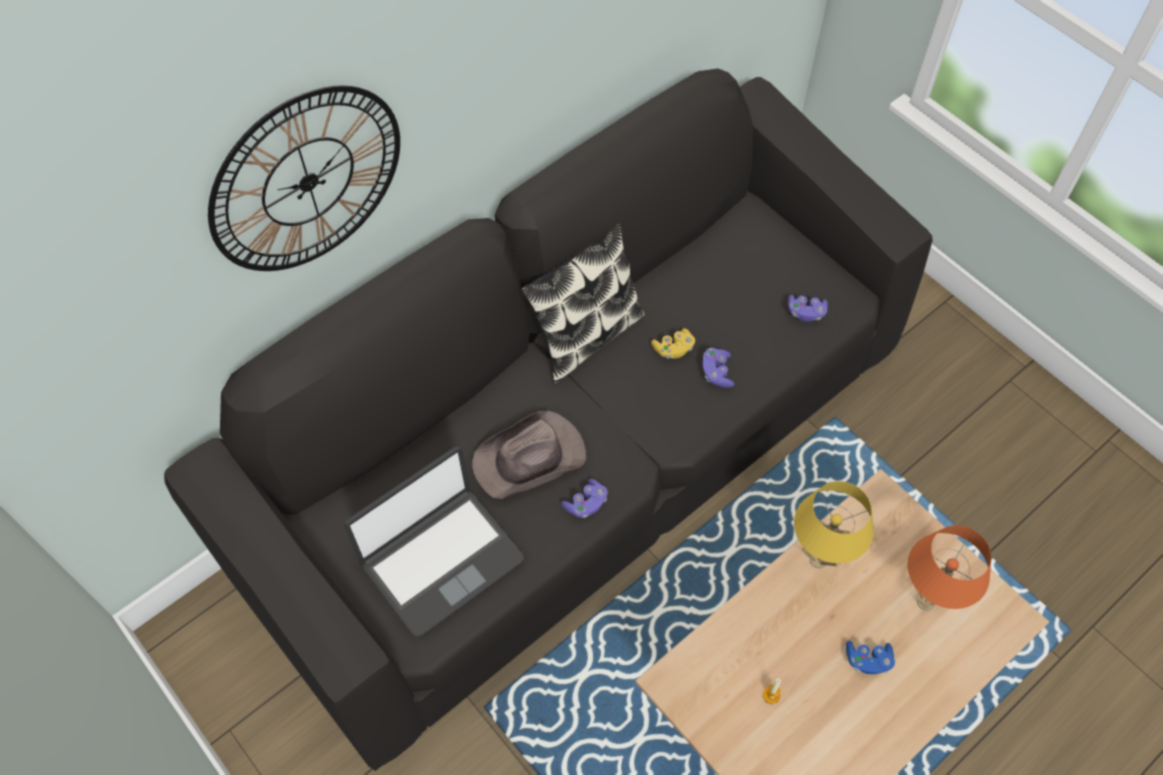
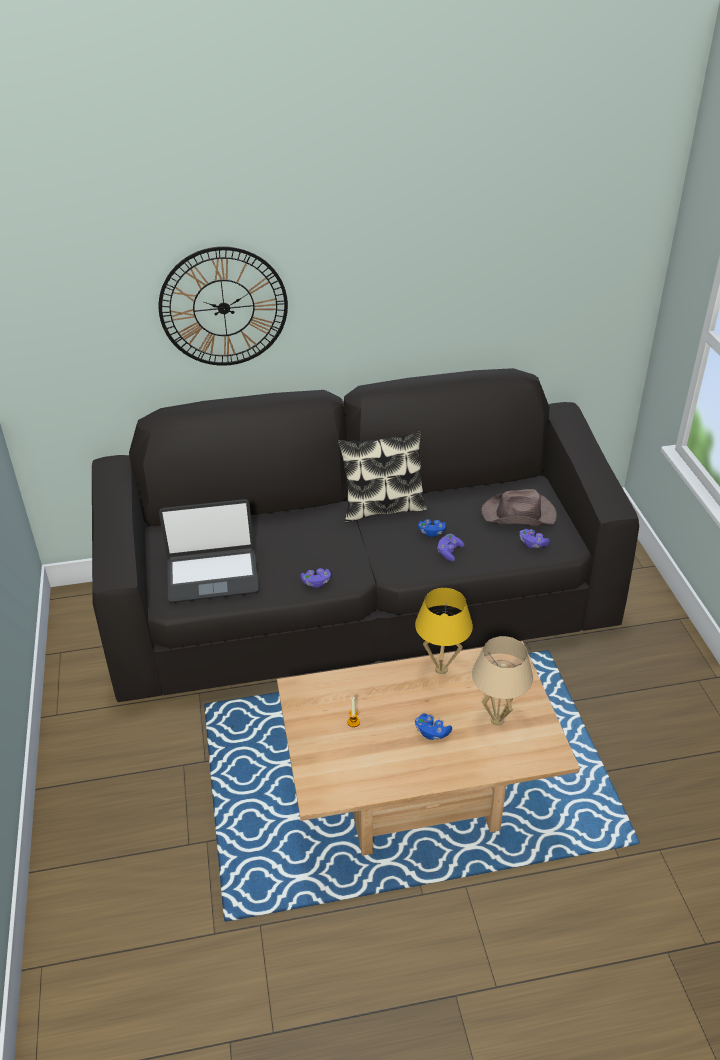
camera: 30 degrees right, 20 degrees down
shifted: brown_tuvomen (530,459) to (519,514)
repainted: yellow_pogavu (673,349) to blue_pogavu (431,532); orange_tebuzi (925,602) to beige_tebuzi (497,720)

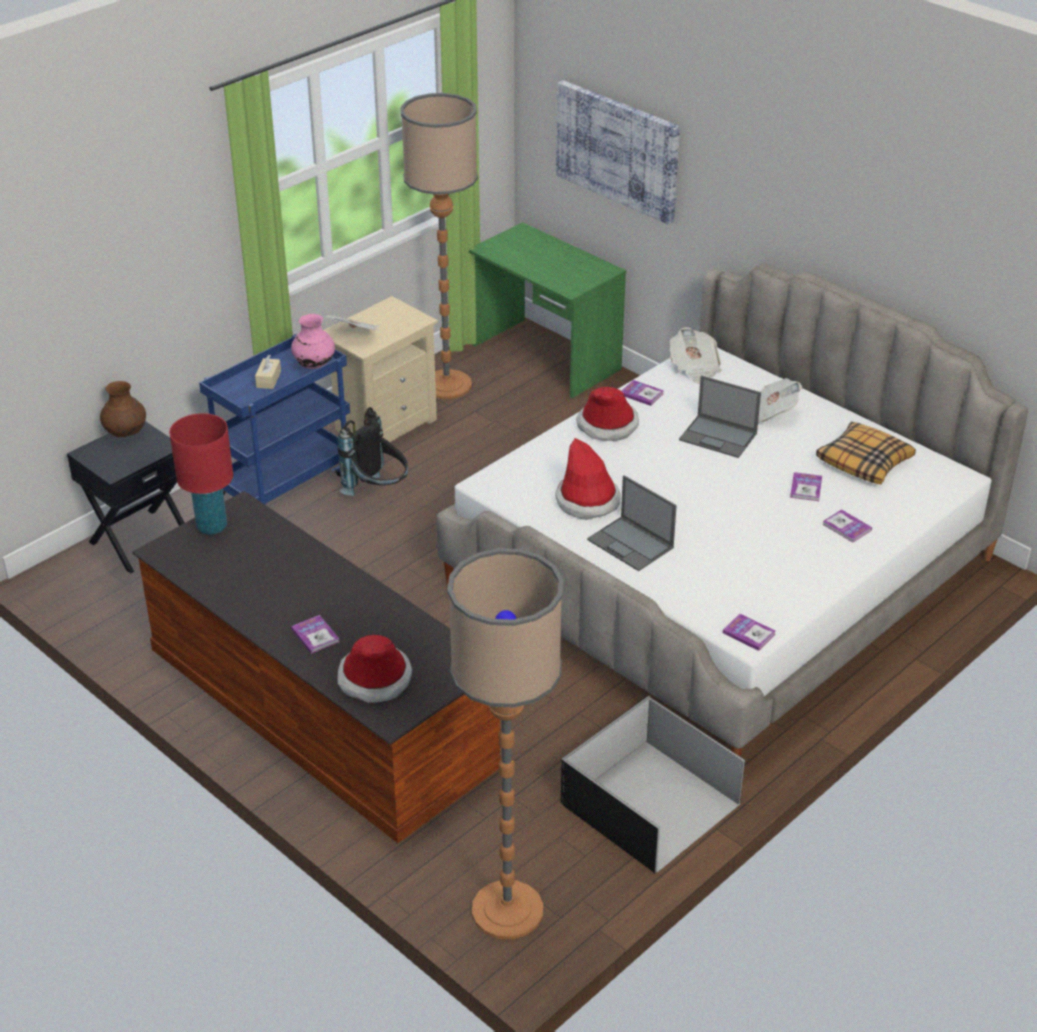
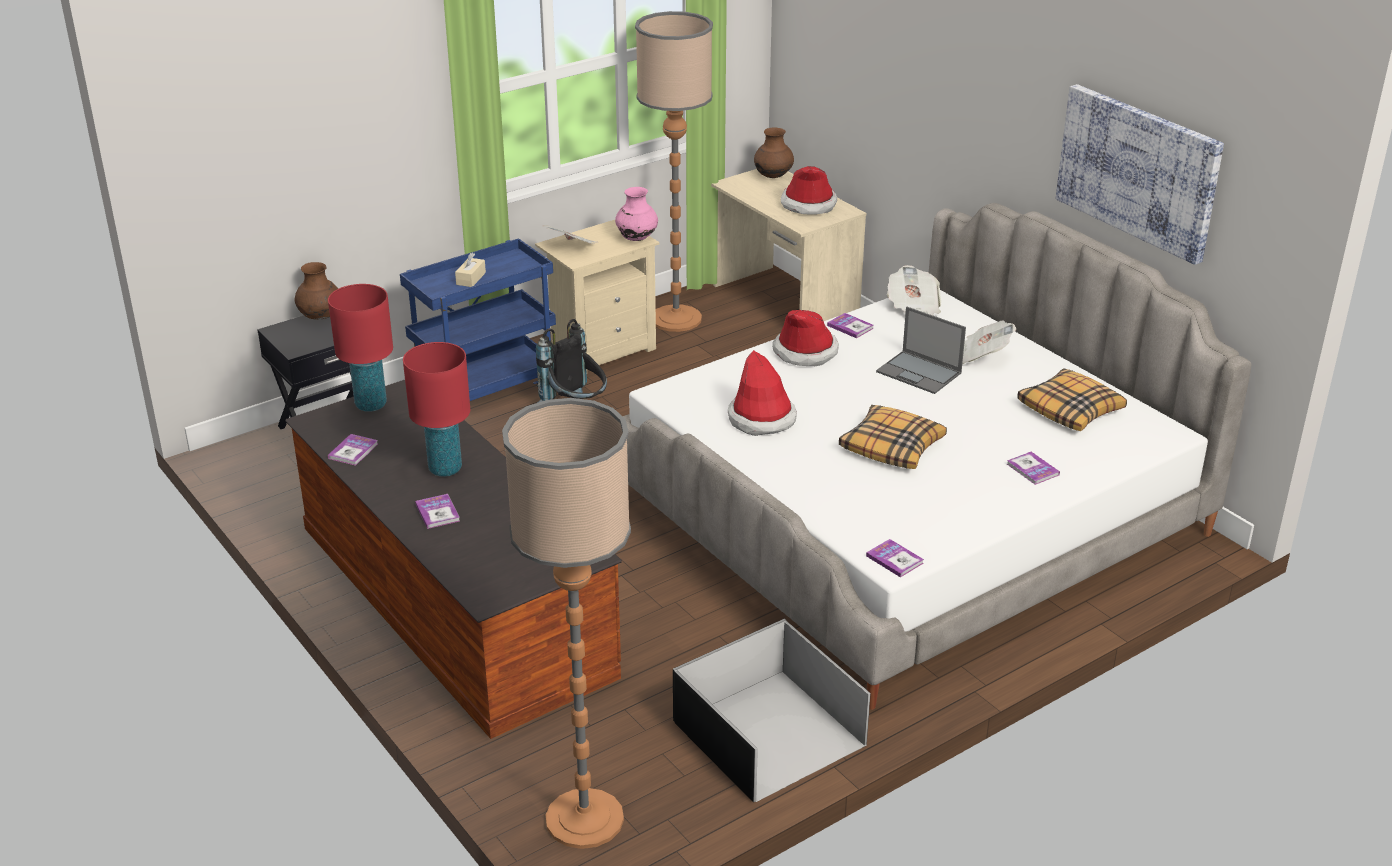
camera: 10 degrees right, 5 degrees down
gone: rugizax (631,544)
new: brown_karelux (773,176); red_tebuzi (445,469); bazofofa (892,447)
shifted: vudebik (618,150) to (1139,171); pink_karelux (314,365) to (636,238); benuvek (806,488) to (353,451); tuvomen (375,679) to (808,204)
repainted: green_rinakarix (545,358) to beige_rinakarix (783,303)

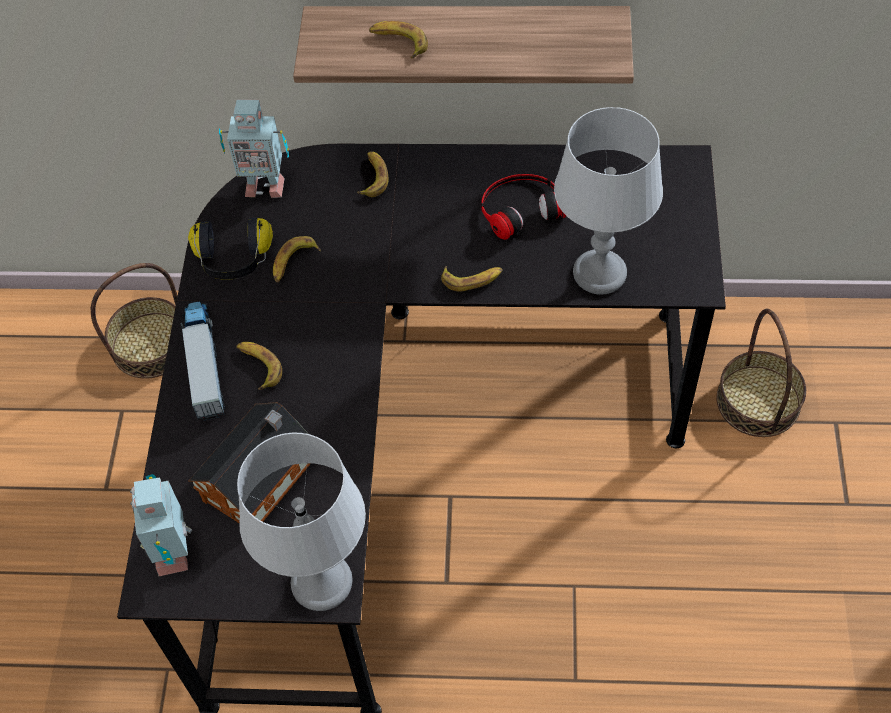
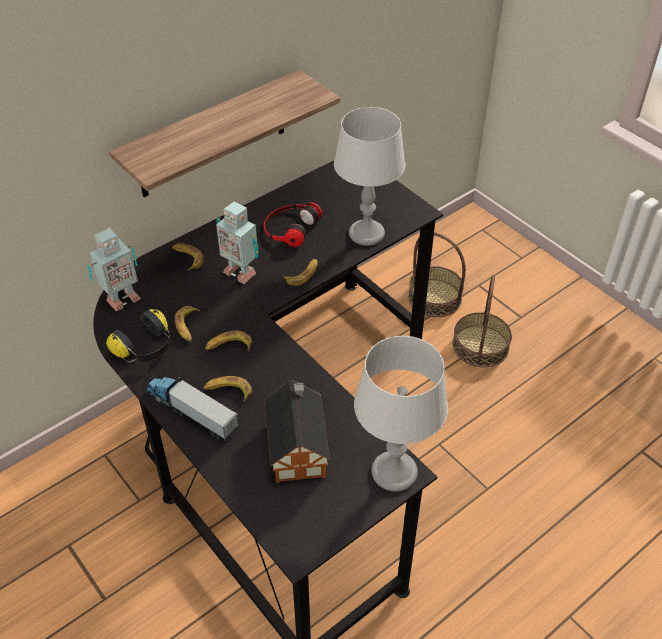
camera: 45 degrees left, 10 degrees down
shifted: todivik (398,42) to (228,346); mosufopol (151,345) to (480,346); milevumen (176,551) to (240,271)

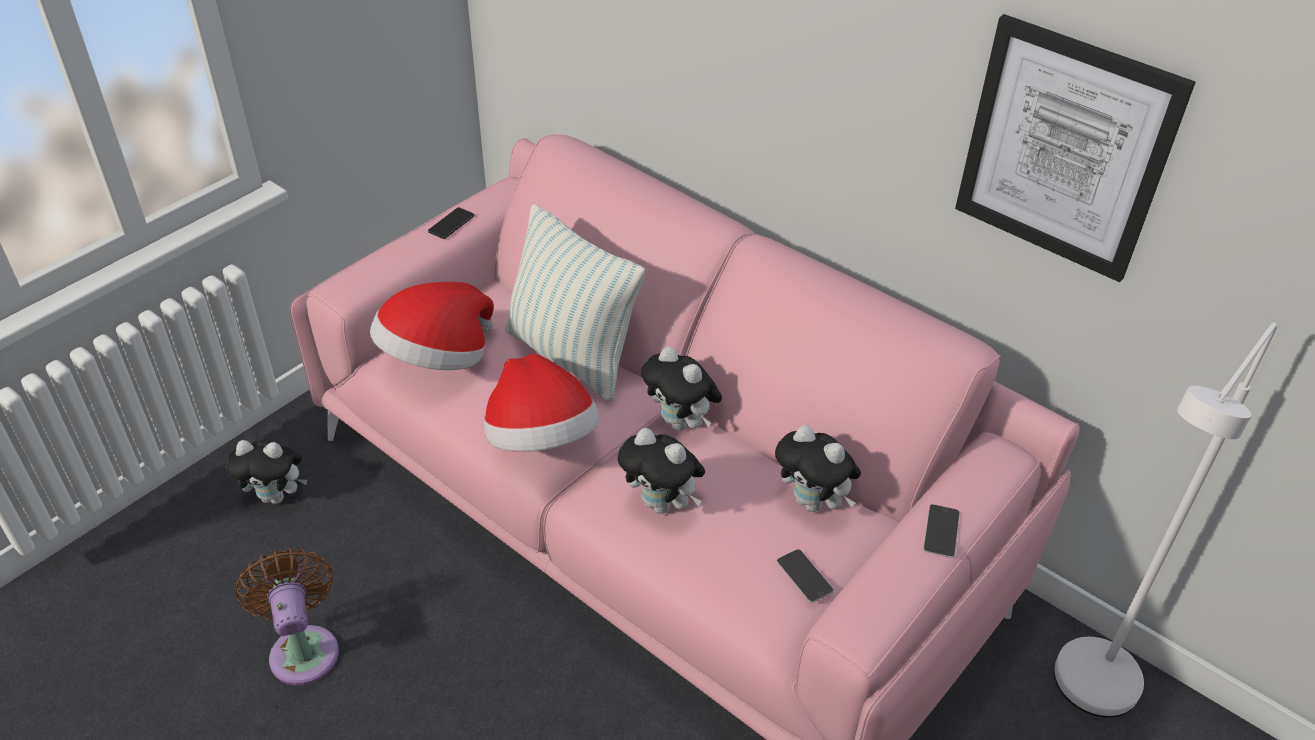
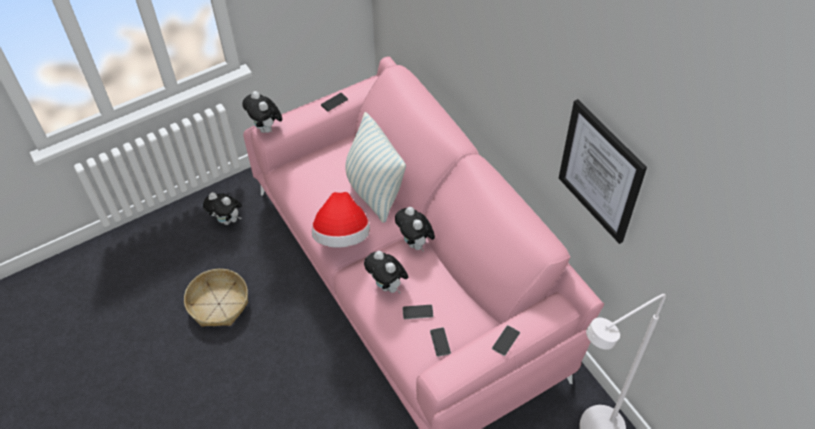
camera: 20 degrees right, 10 degrees up
gone: tuvomen (437,359)
new: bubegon (417,312)
shifted: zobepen (813,503) to (266,129)
swapped: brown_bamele (303,648) to mosufopol (218,304)

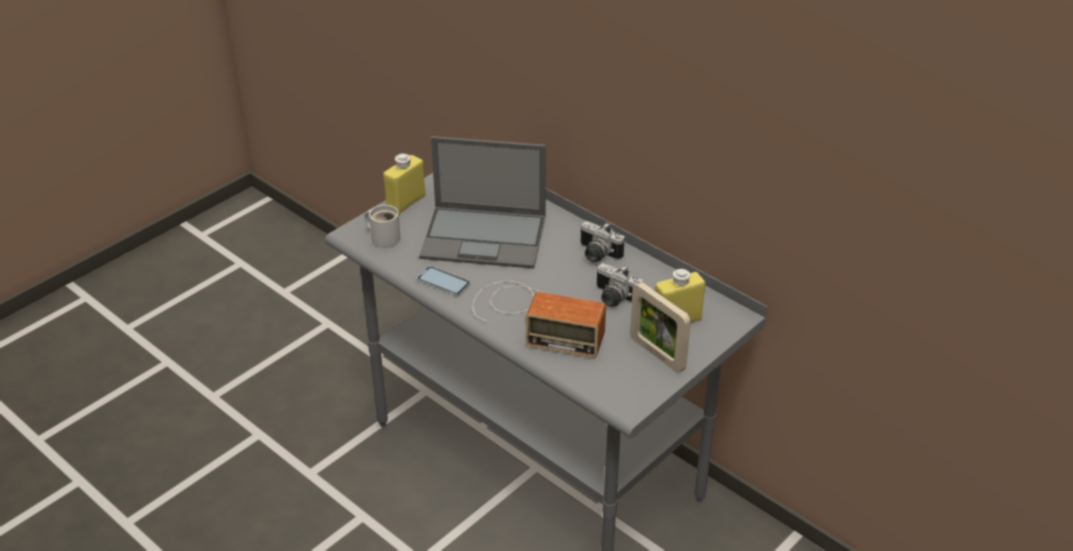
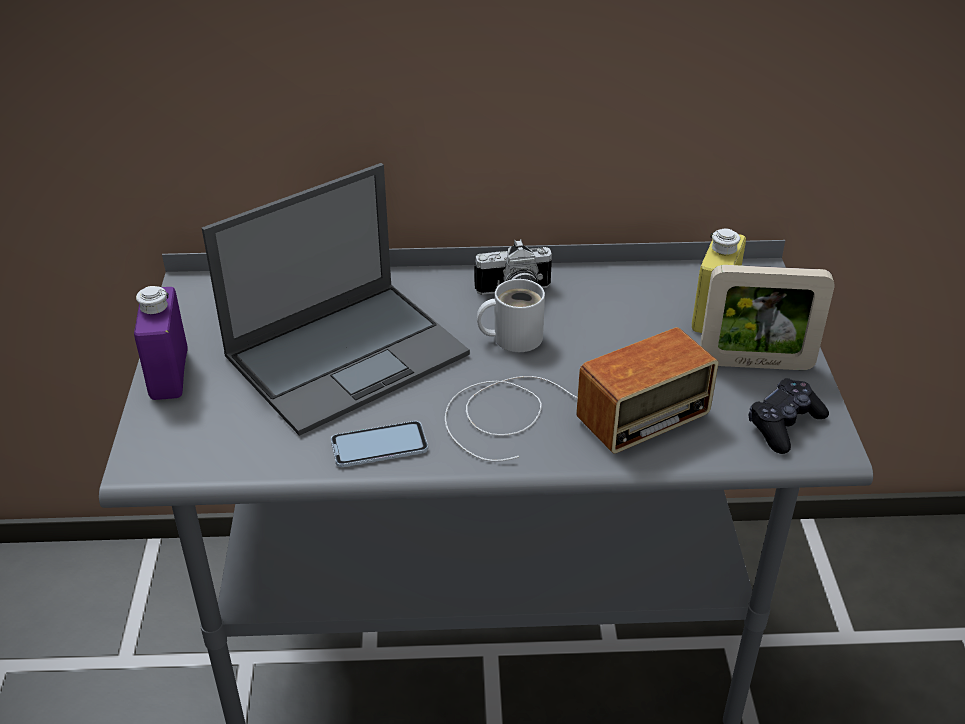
camera: 45 degrees left, 0 degrees up
gone: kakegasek (613,298)
new: black_pogavu (784,424)
shifted: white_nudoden (384,237) to (512,337)
repainted: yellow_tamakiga (406,203) to purple_tamakiga (169,374)

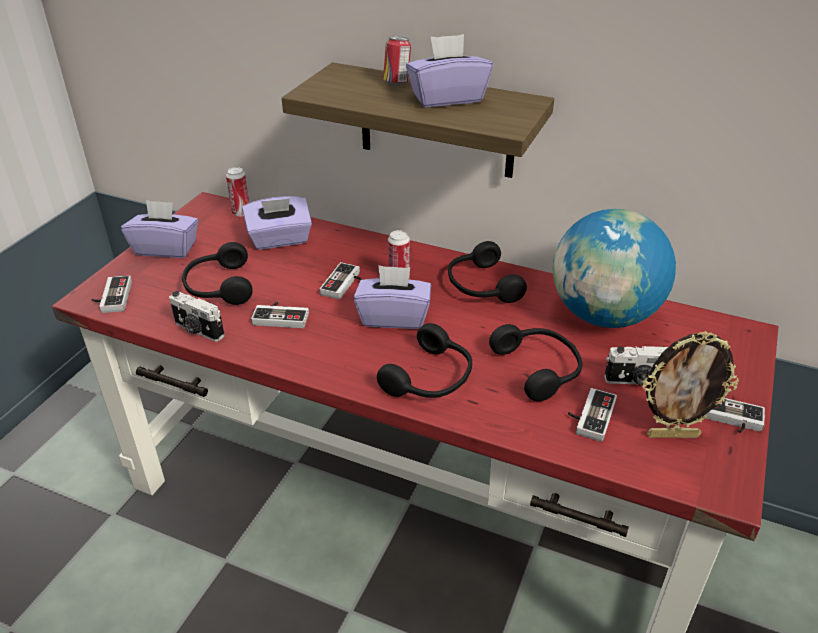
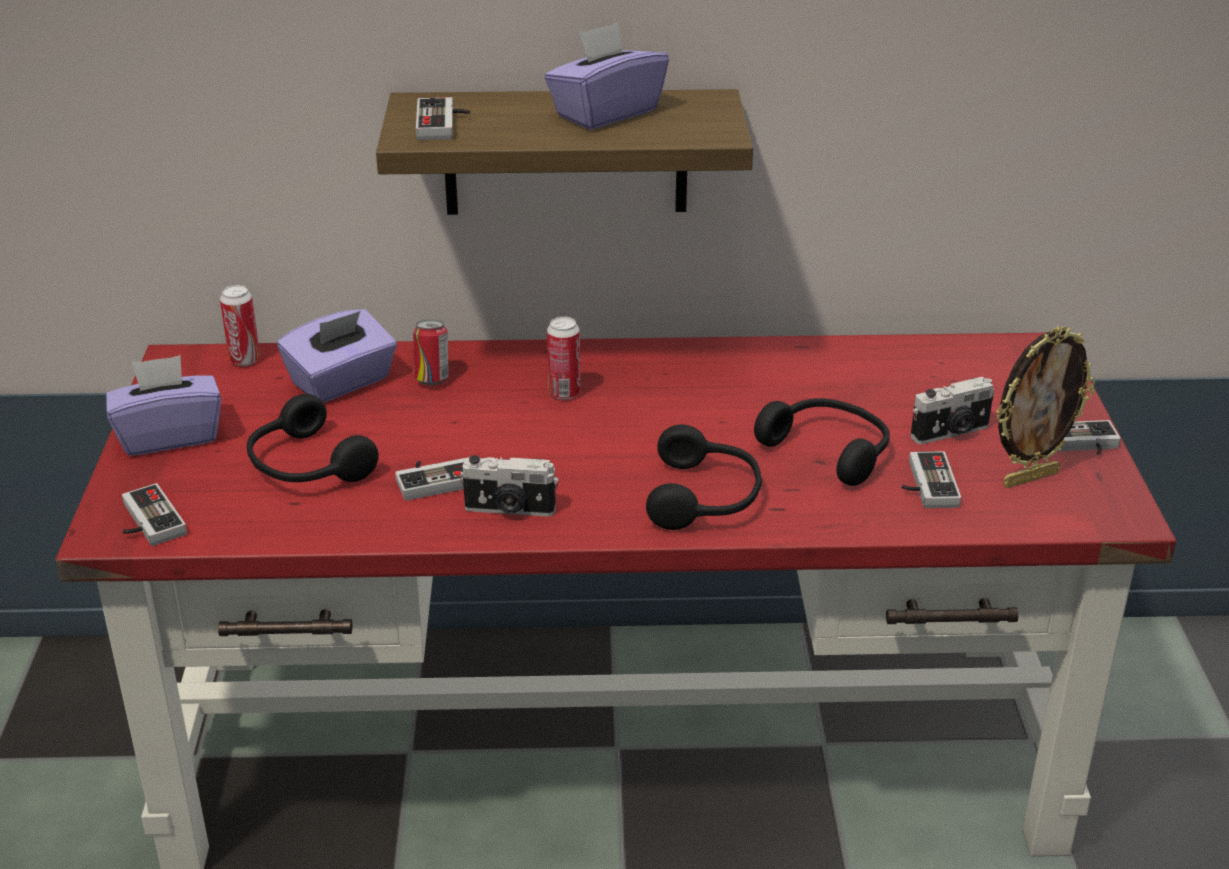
camera: 25 degrees left, 5 degrees down
gone: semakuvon (604,315); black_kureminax (480,286); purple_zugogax (393,317)
shifted: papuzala (397,83) to (432,380); pogavu (345,284) to (443,124); kakegasek (198,330) to (509,510)

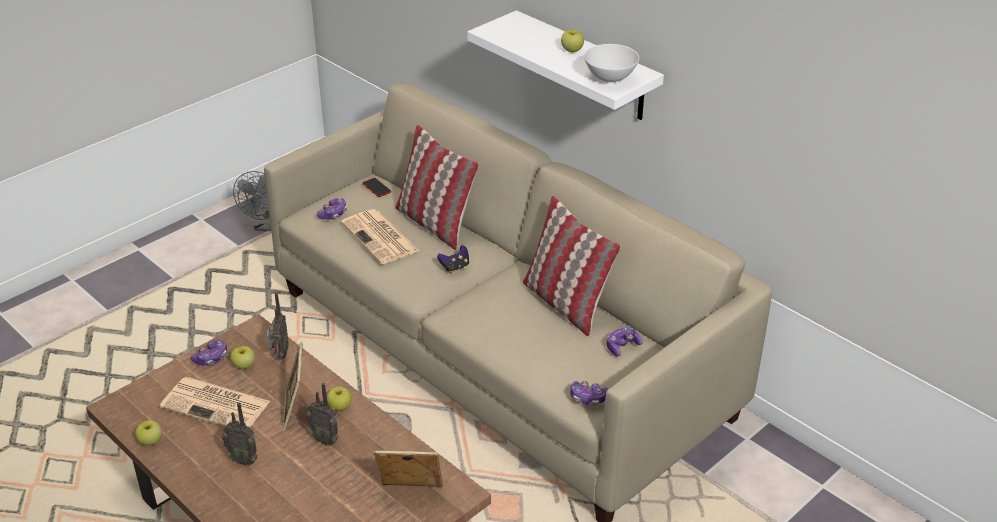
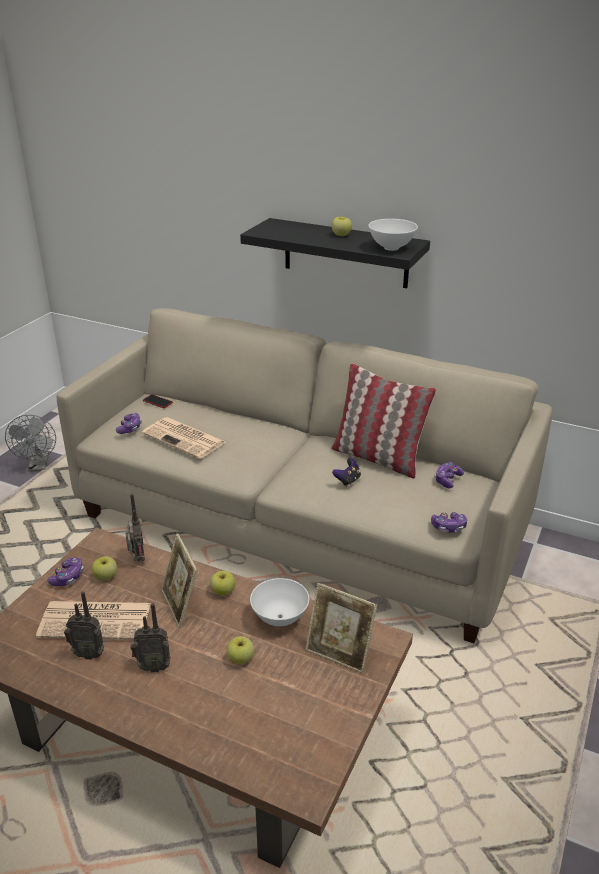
camera: 20 degrees left, 5 degrees down
gone: bazofofa (435,224)
new: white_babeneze (280,618)
shifted: pogavu (455,267) to (347,480); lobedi (325,439) to (88,653); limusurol (150,441) to (241,659)
repainted: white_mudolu (585,66) to black_mudolu (345,253)
rotated: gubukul (410,493) = (339,653) 135 degrees counterclockwise

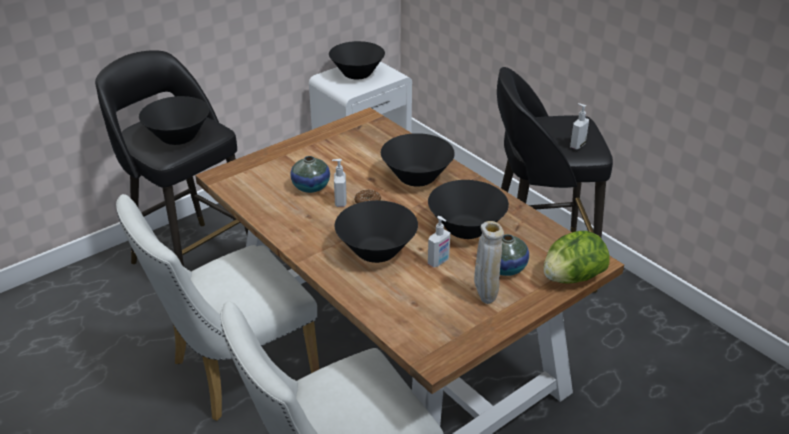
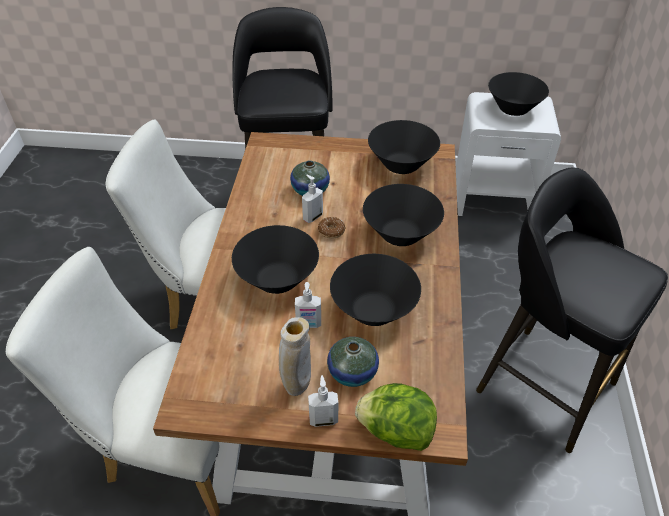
camera: 45 degrees right, 10 degrees up
shifted: black_babeneze (178,137) to (401,165); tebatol (577,145) to (323,419)

